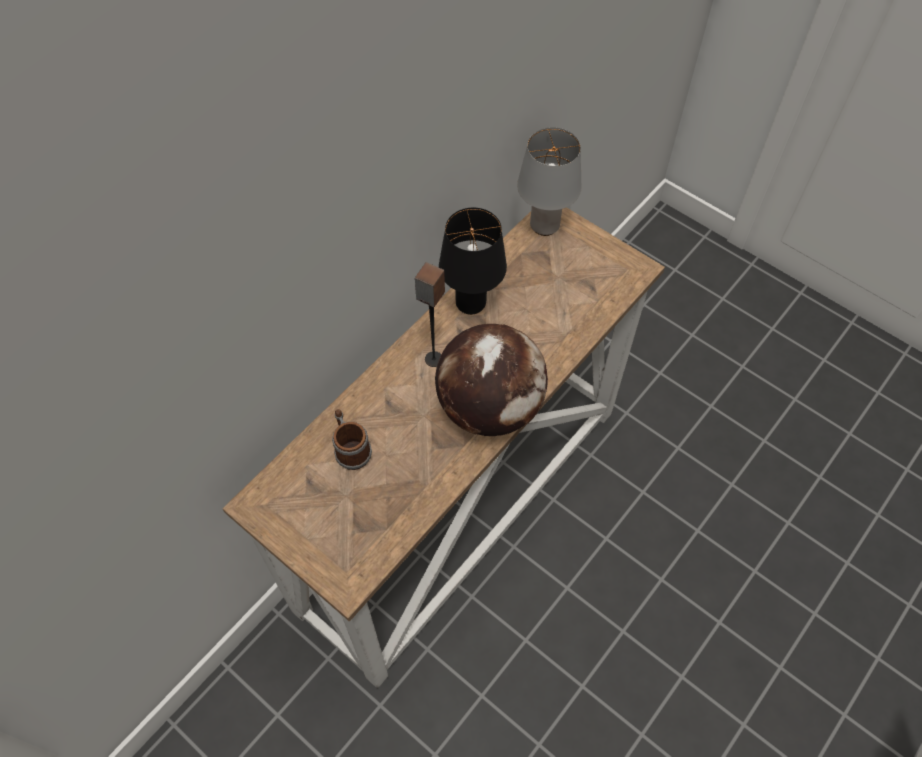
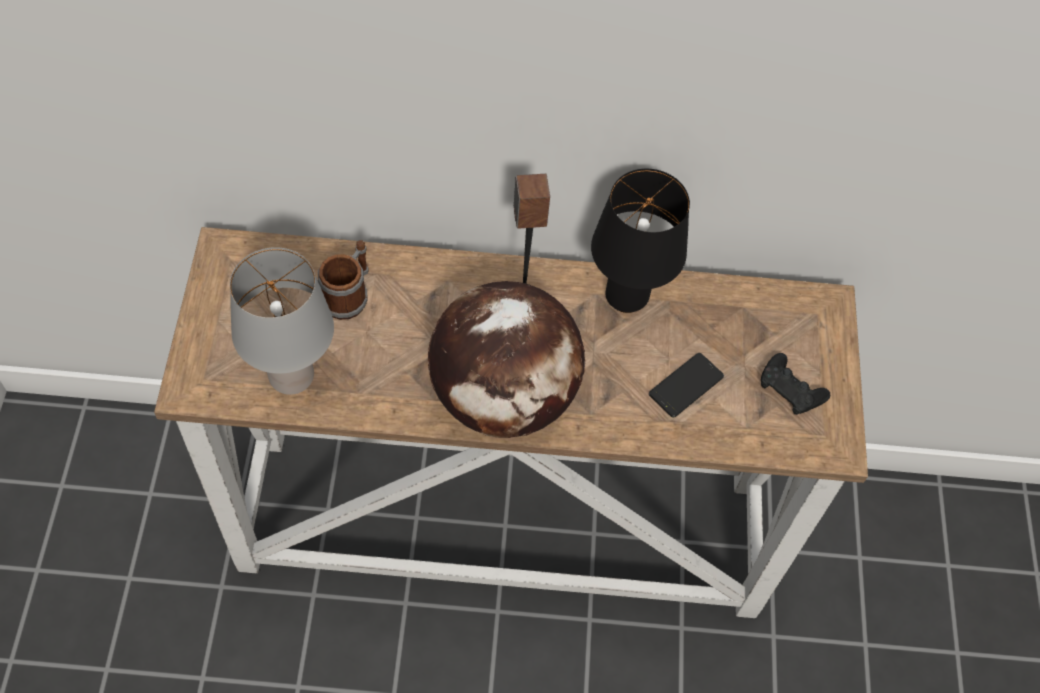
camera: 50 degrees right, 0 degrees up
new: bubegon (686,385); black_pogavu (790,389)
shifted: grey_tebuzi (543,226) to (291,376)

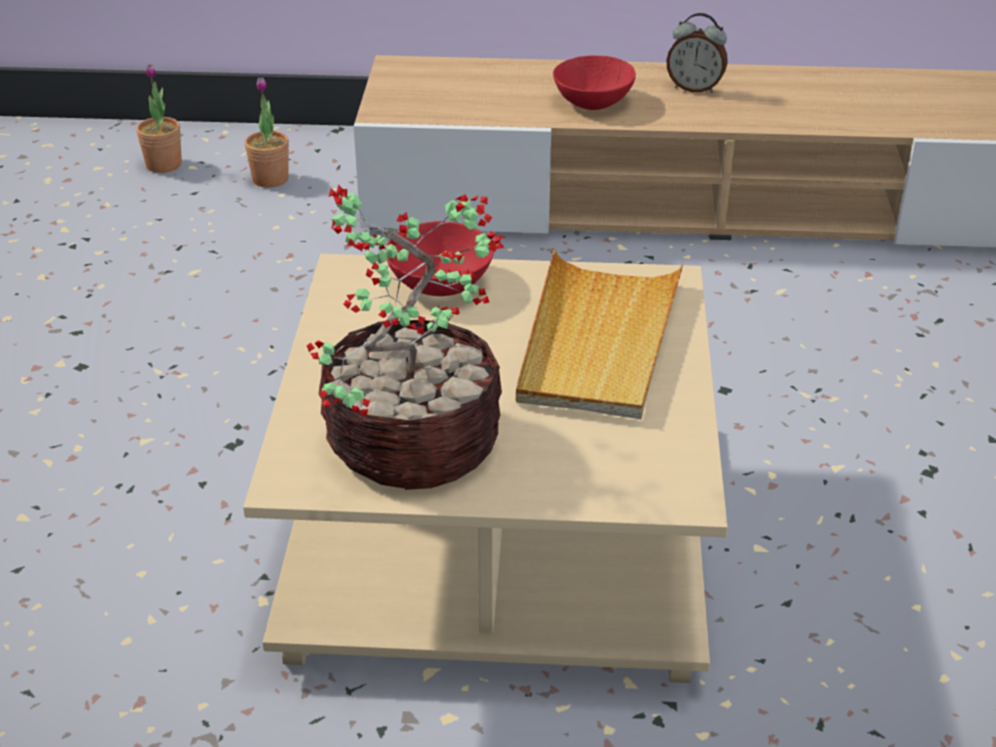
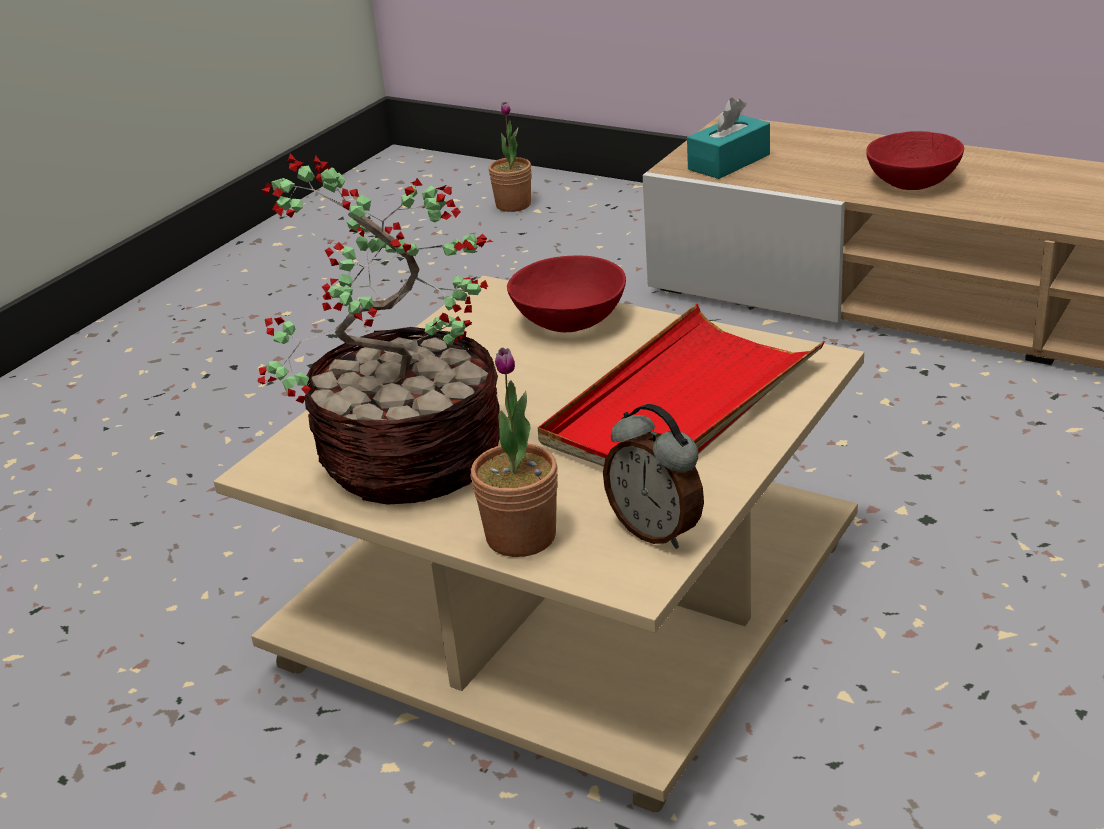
camera: 30 degrees right, 5 degrees down
new: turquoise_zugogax (729,162)
shifted: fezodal (694,88) to (657,531); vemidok (270,179) to (521,537)
repainted: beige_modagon (598,341) to red_modagon (681,404)

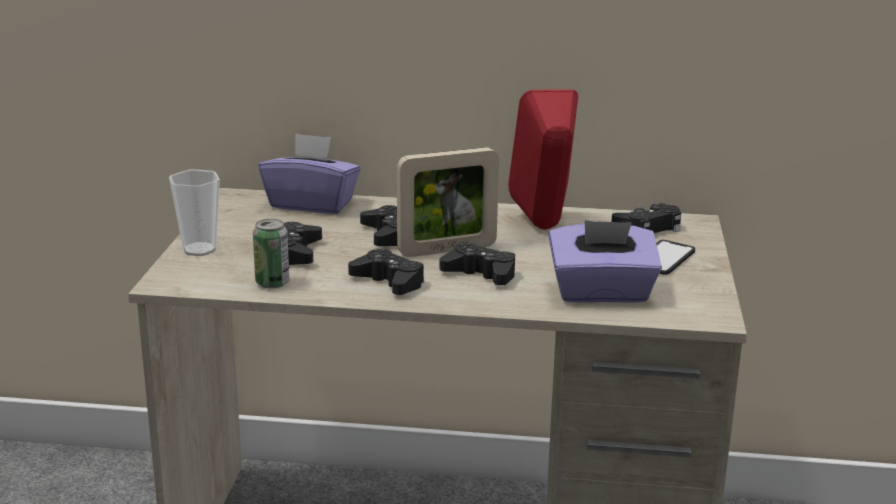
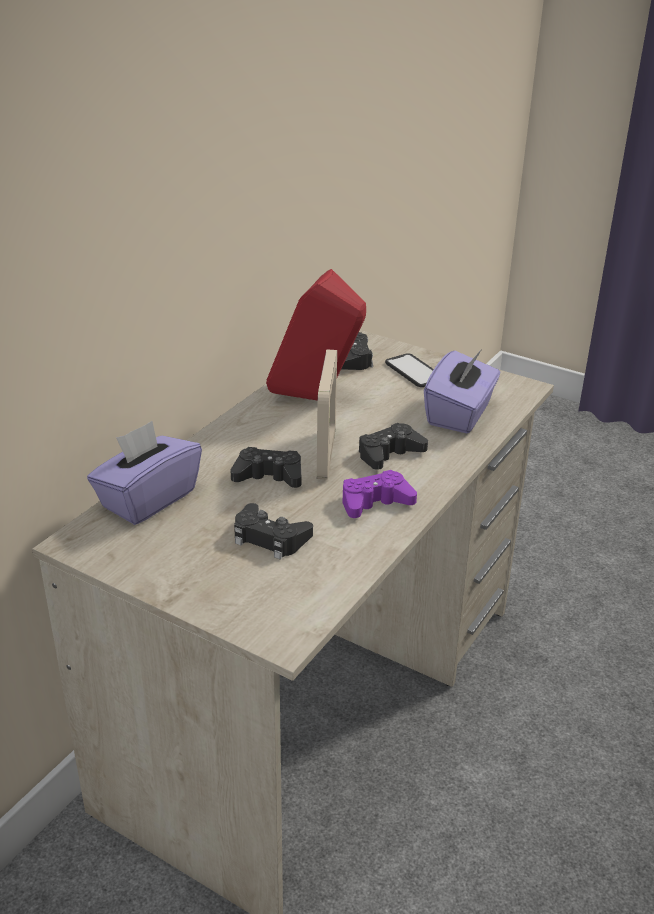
camera: 65 degrees left, 10 degrees up
gone: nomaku (199,250); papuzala (272,283)
repainted: black_pogavu (389,282) to purple_pogavu (375,502)

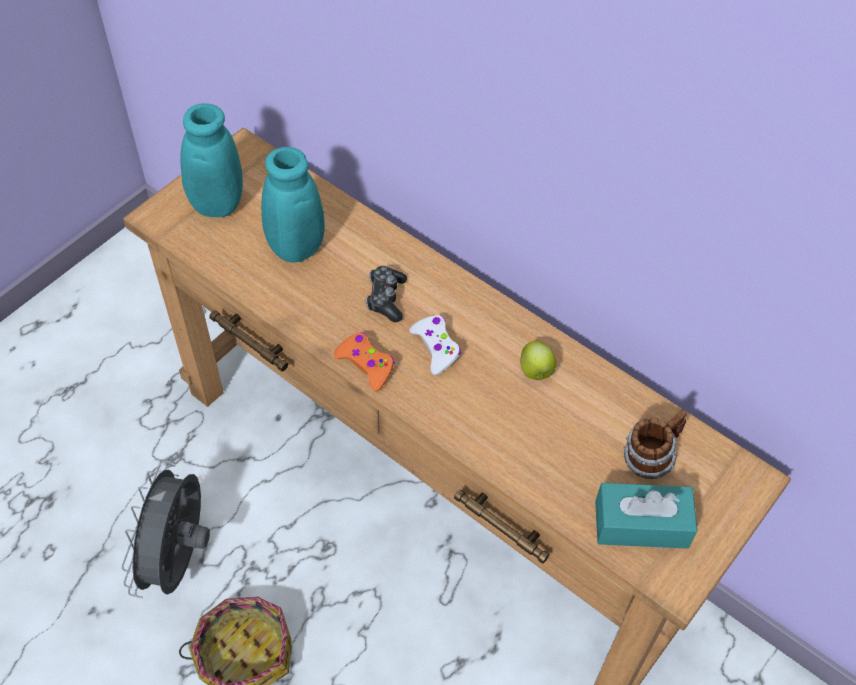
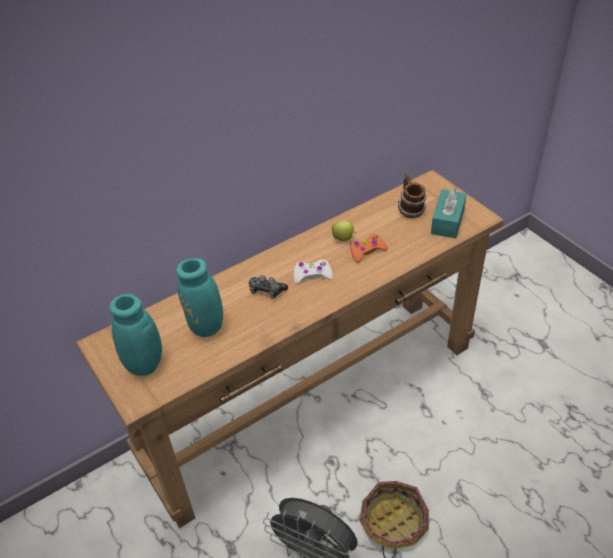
camera: 70 degrees left, 10 degrees down
shifted: orange_pogavu (366,365) to (367,251)

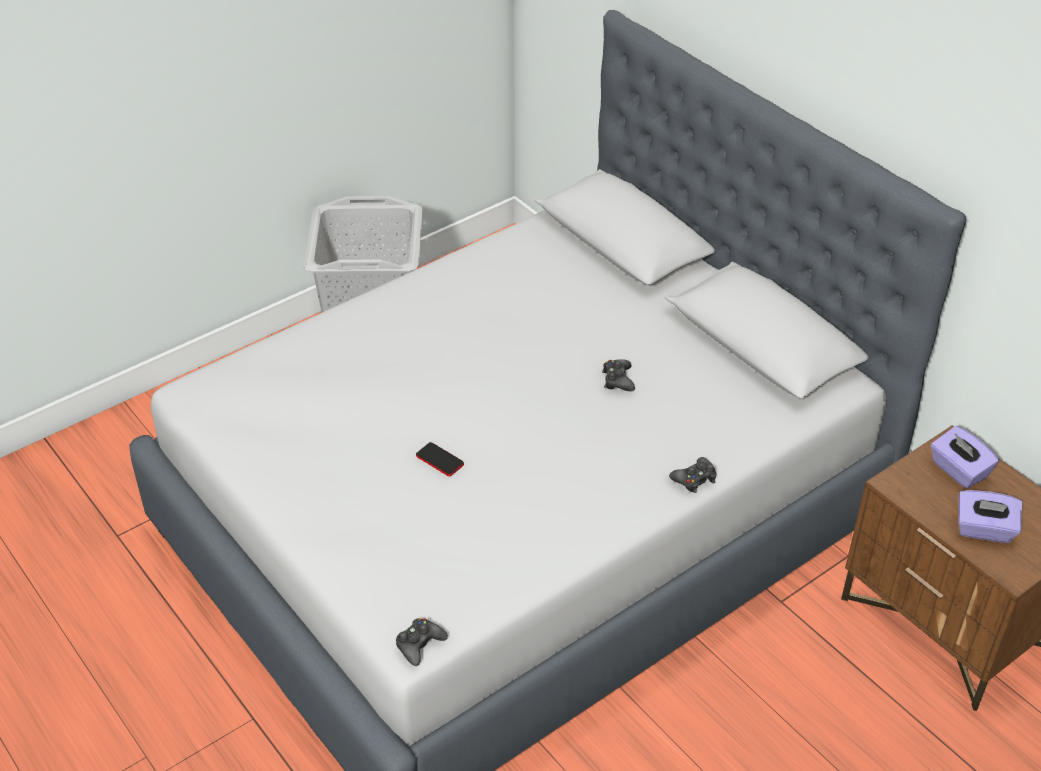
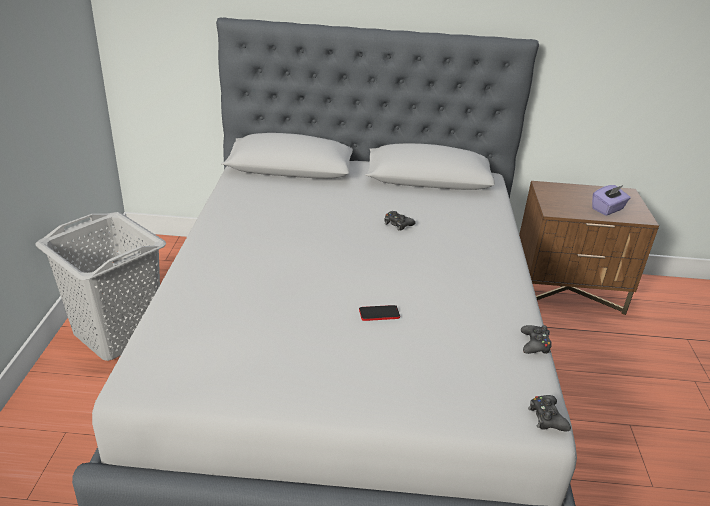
camera: 50 degrees left, 10 degrees down
gone: purple_zugogax (958,470)
shifted: black_pogavu (694,479) to (535,344)

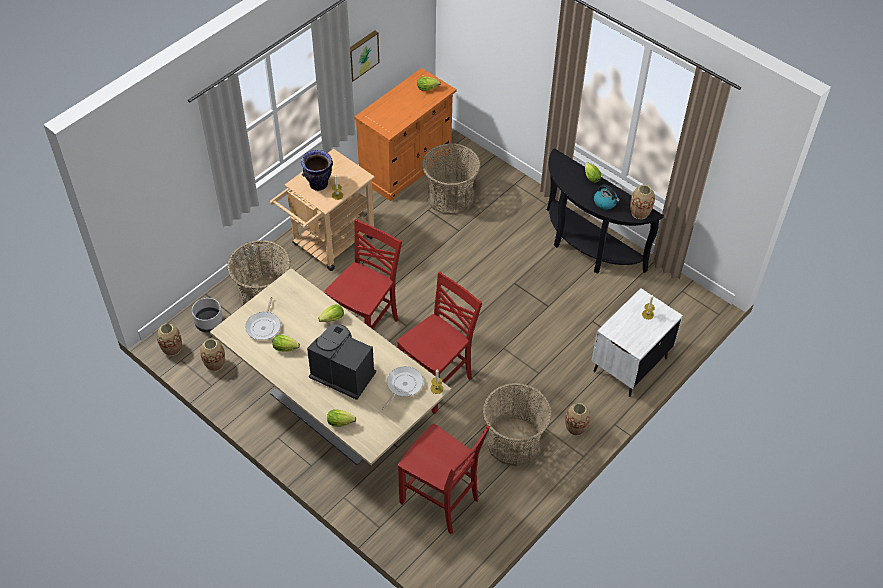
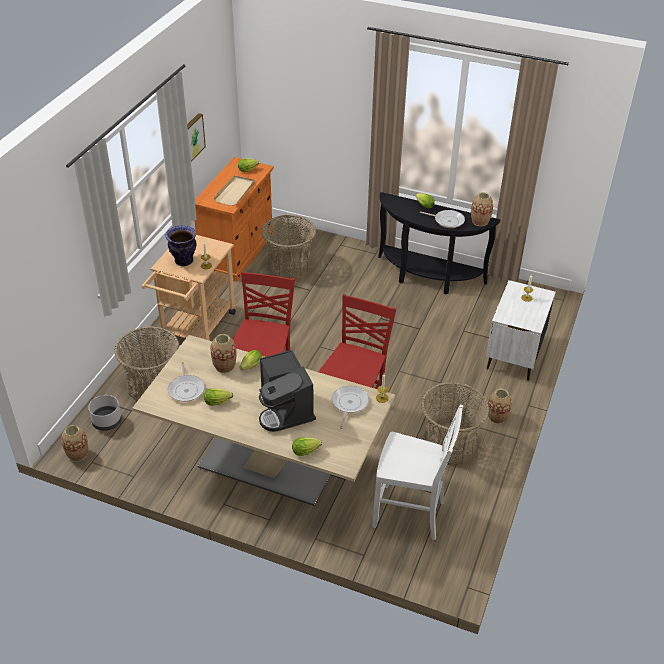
camera: 20 degrees left, 10 degrees down
new: beige_modagon (235,192)
shifted: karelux (215,364) to (224,366)
swapped: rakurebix (605,202) to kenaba (447,221)
repainted: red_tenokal (441,501) to white_tenokal (410,514)
rotated: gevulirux (342,374) = (285,410) 120 degrees counterclockwise

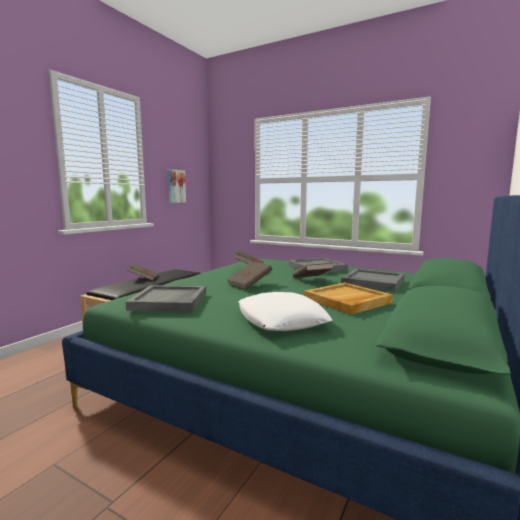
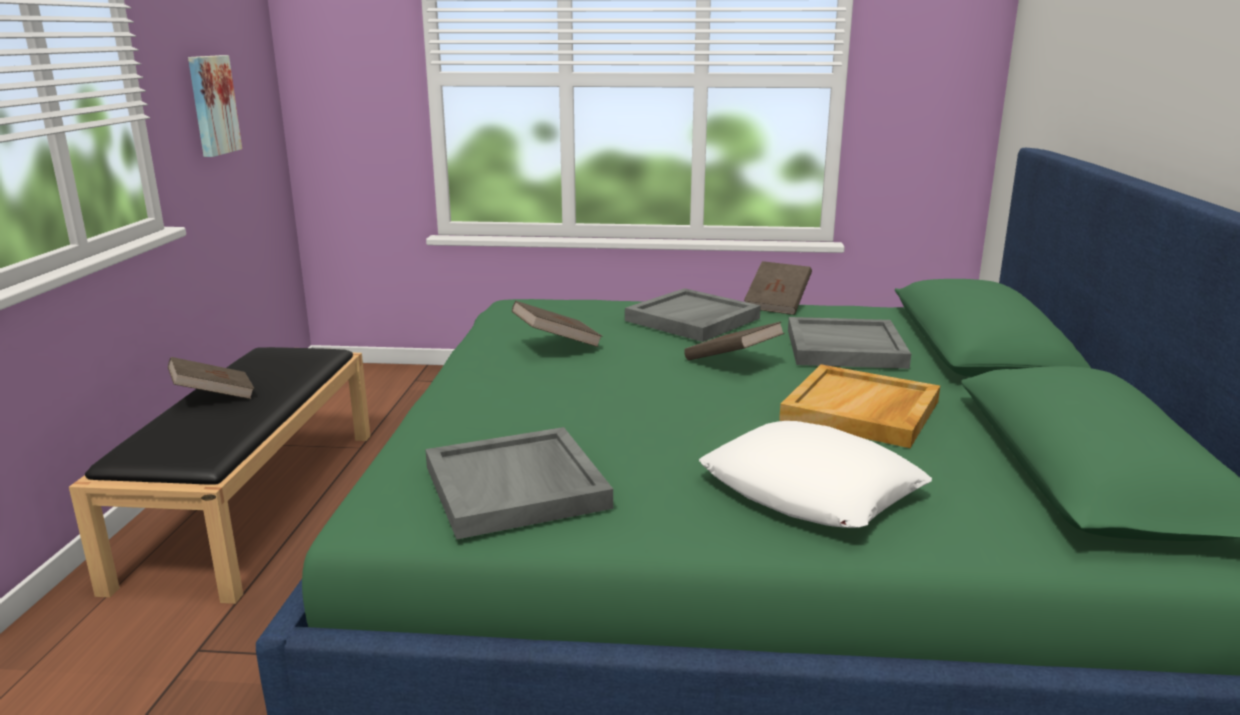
camera: 25 degrees left, 10 degrees up
shifted: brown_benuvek (249,284) to (777,304)

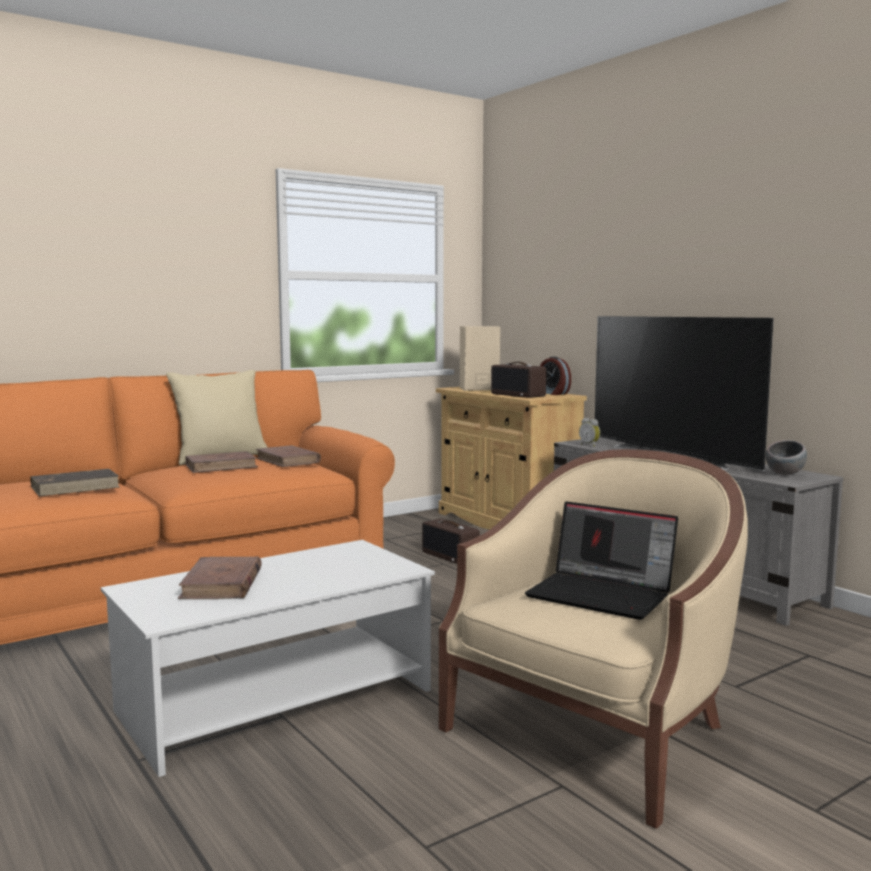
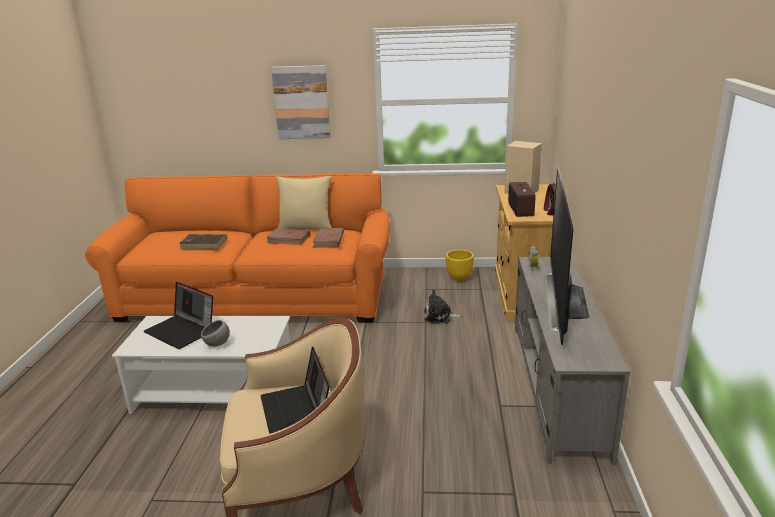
camera: 40 degrees right, 15 degrees up
new: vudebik (301,102); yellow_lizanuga (459,278)
shifted: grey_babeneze (785,474) to (217,344)
swapped: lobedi (451,556) to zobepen (440,317); brown_benuvek (222,584) to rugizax (182,331)

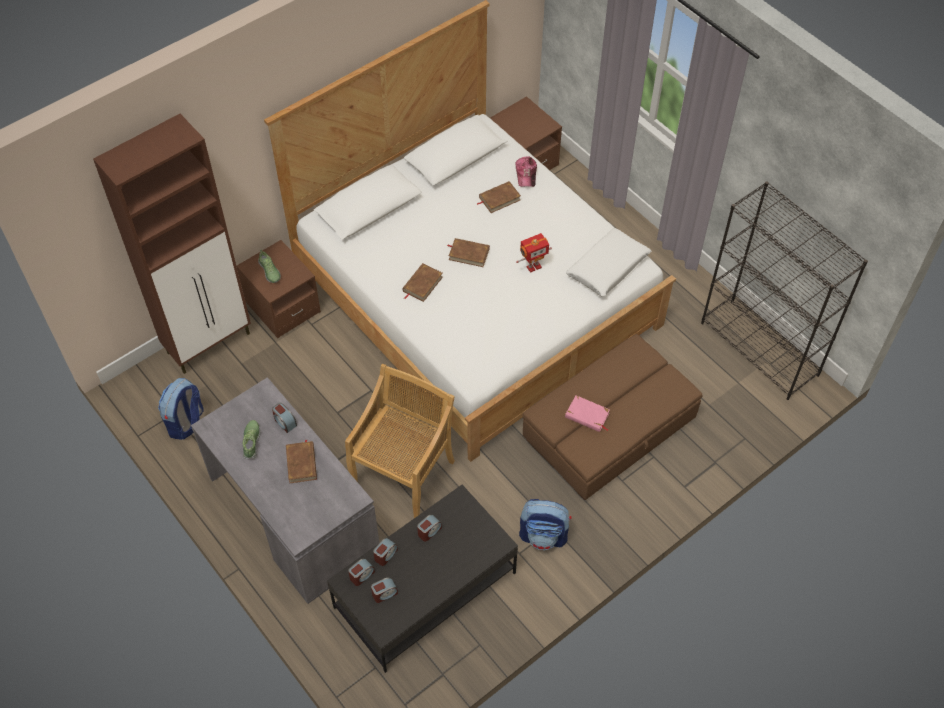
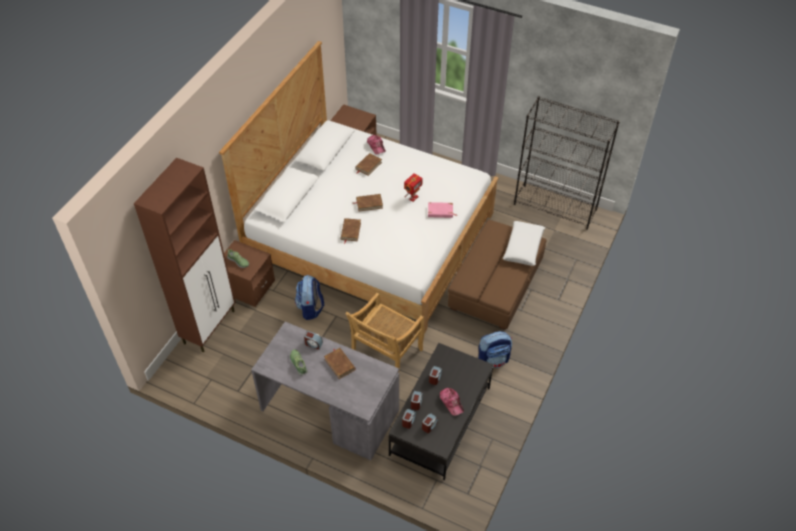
camera: 25 degrees left, 5 degrees down
new: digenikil (451,402)
shifted: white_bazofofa (608,268) to (523,247); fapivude (186,423) to (310,308); pink_benuvek (587,416) to (440,211)
rotated: beige_tenokal (404,472) = (386,357) 150 degrees counterclockwise

